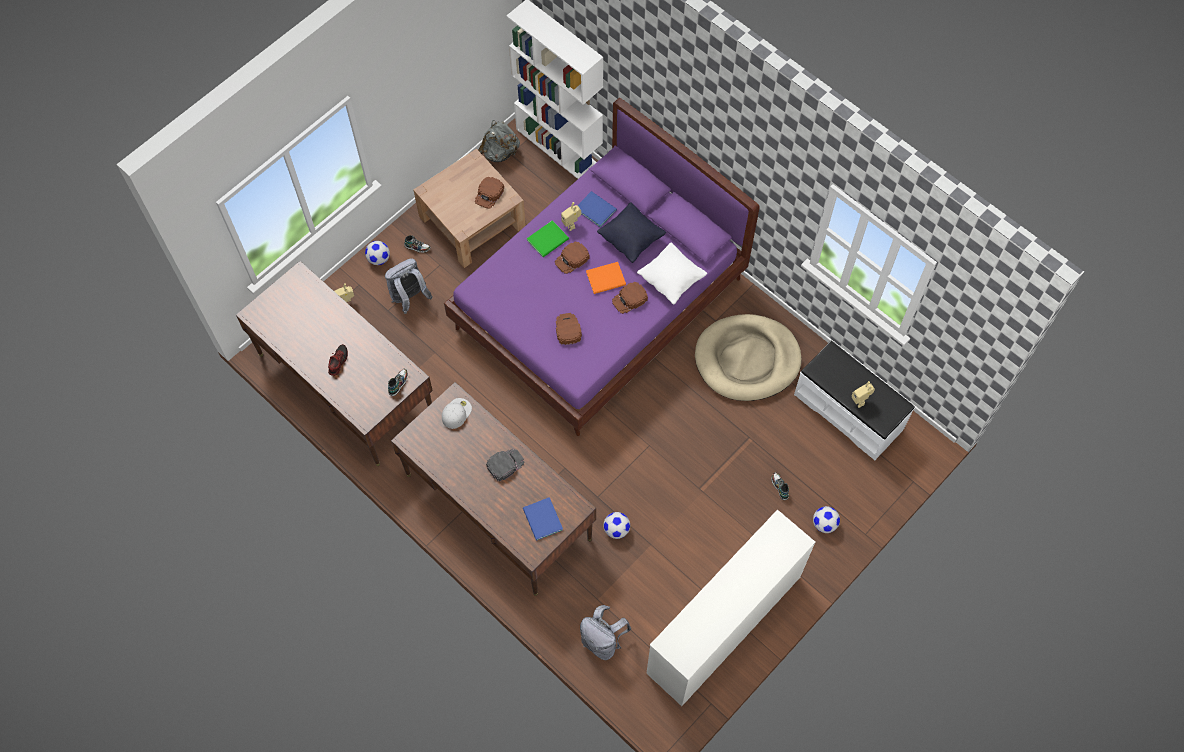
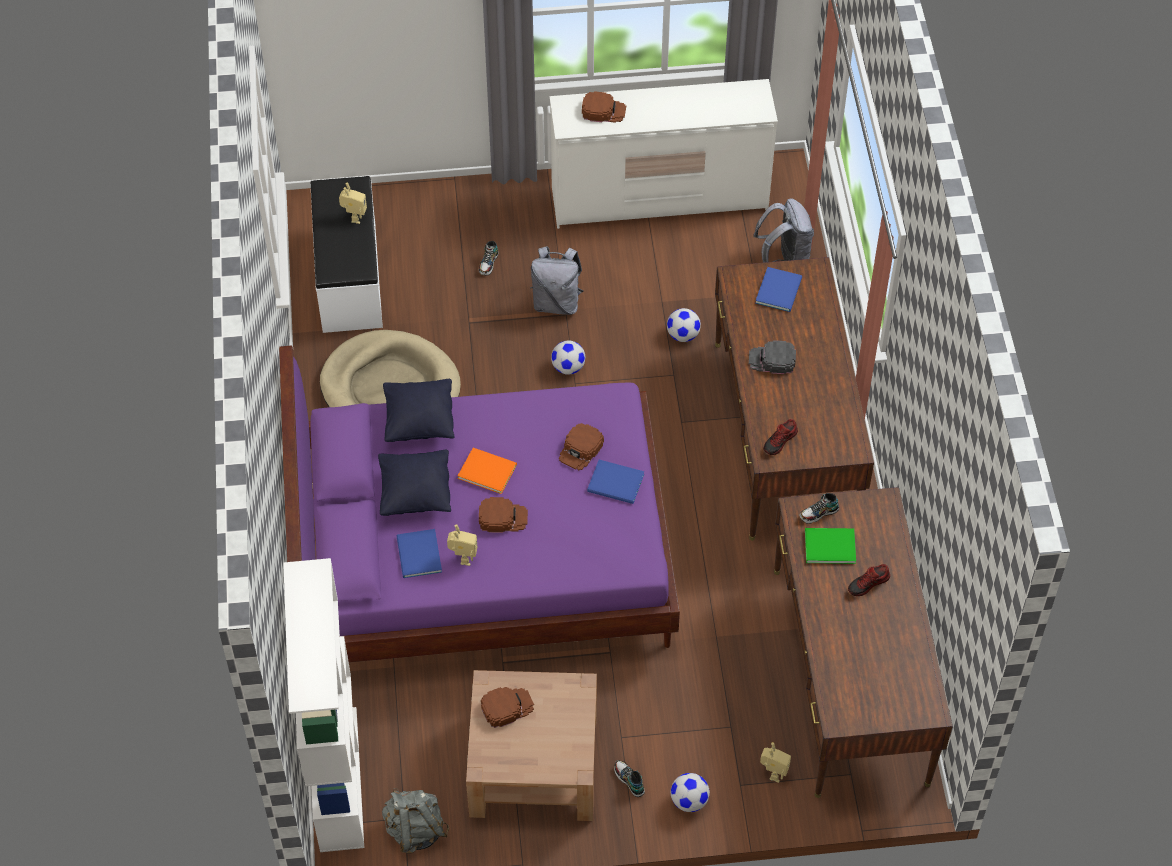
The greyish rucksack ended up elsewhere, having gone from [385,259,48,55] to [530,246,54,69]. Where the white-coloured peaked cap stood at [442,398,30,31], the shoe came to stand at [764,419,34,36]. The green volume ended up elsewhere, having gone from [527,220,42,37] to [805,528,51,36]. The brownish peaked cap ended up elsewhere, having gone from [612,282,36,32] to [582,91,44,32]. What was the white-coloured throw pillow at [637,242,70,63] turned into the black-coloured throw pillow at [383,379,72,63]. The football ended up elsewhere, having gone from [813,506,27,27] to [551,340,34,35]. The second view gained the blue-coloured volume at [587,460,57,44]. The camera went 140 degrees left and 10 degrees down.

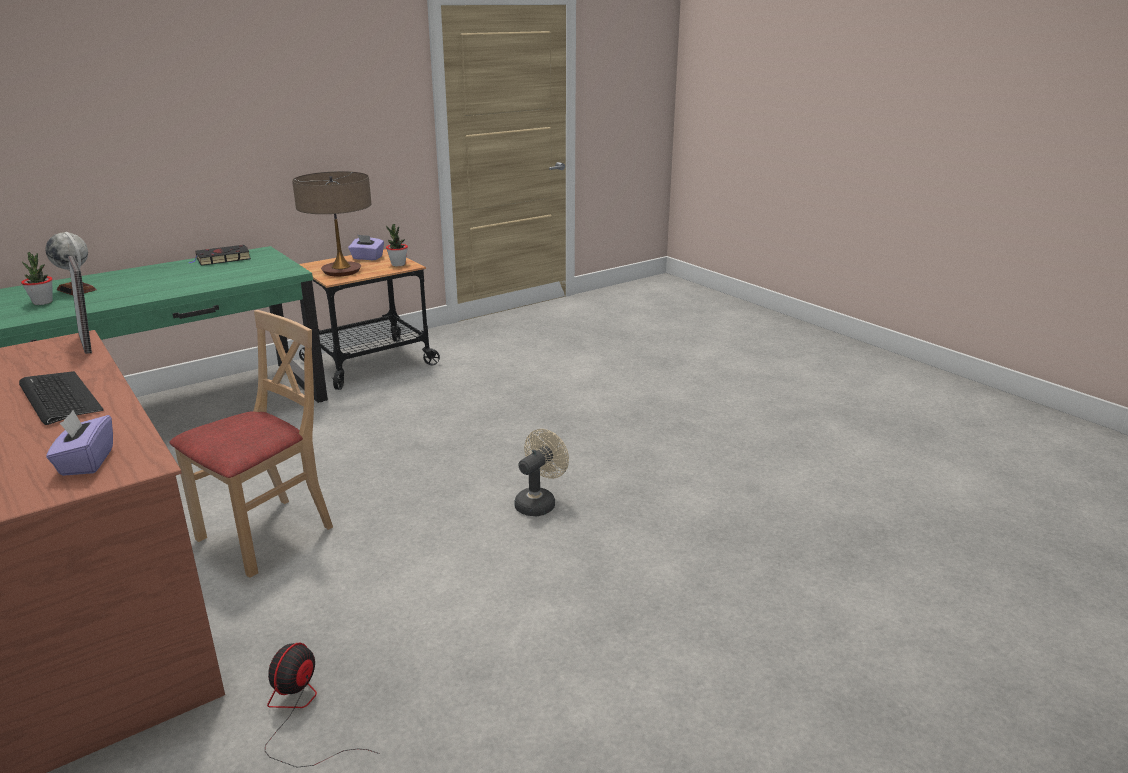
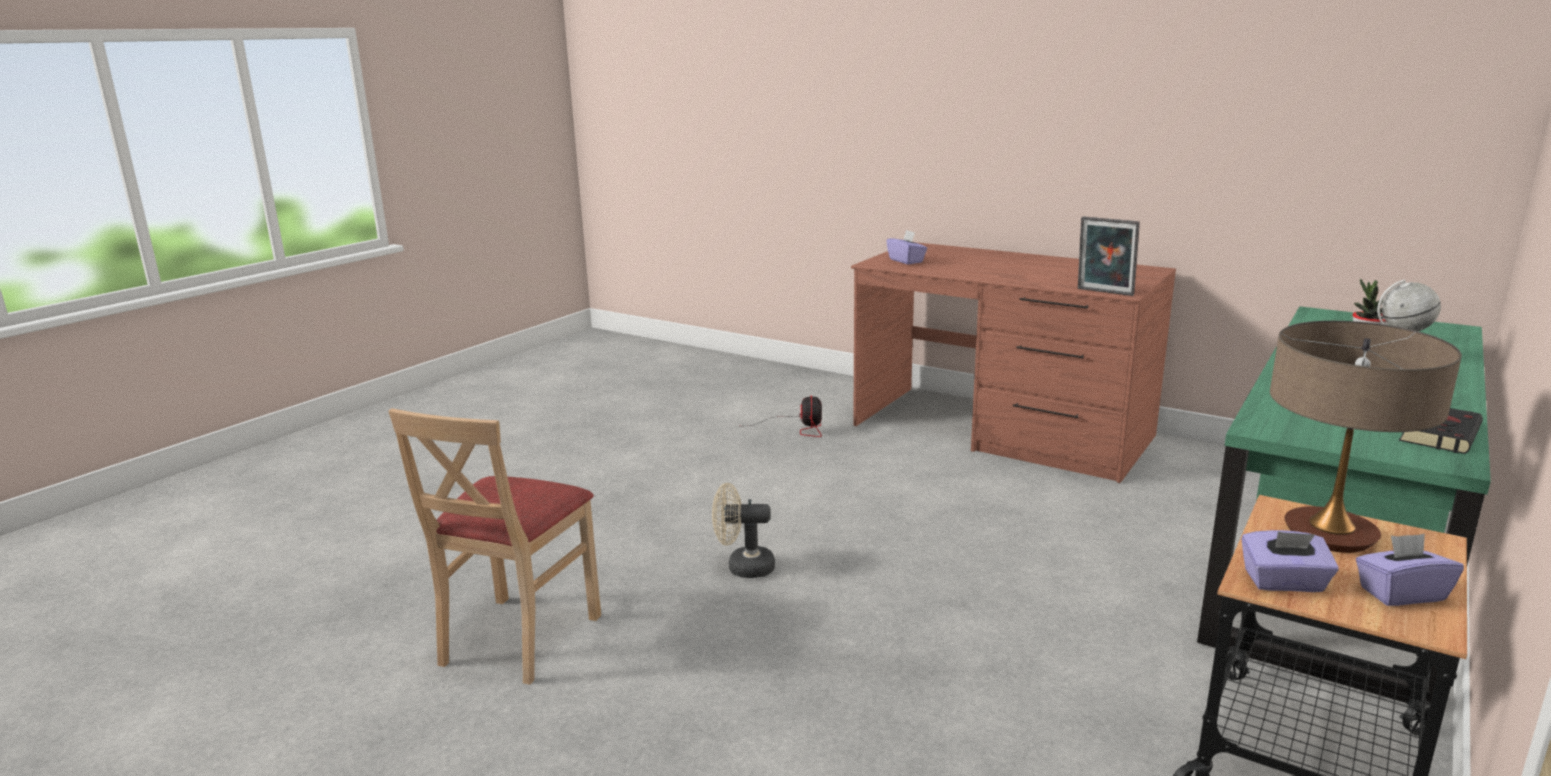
The second view lost the keyboard at [19,371,85,54]. The beige plain chair ended up elsewhere, having gone from [169,310,164,268] to [388,408,213,277]. Where the potted plant stood at [386,224,22,43], the purple-coloured tissue box came to stand at [1242,530,97,62]. The beige fan at [514,429,55,87] ended up facing another way, 75 degrees clockwise from before. The camera went 160 degrees right and 5 degrees down.

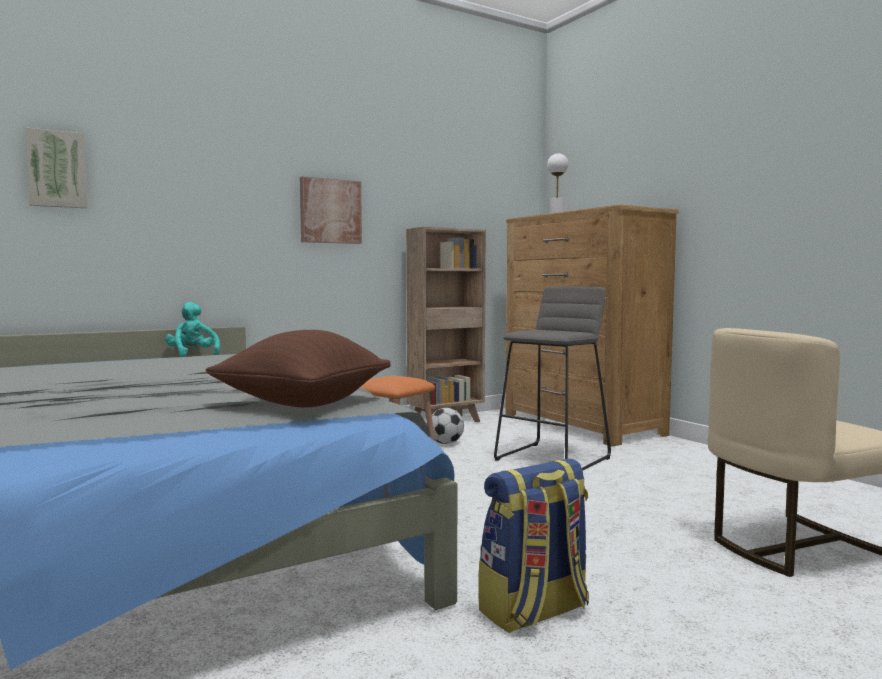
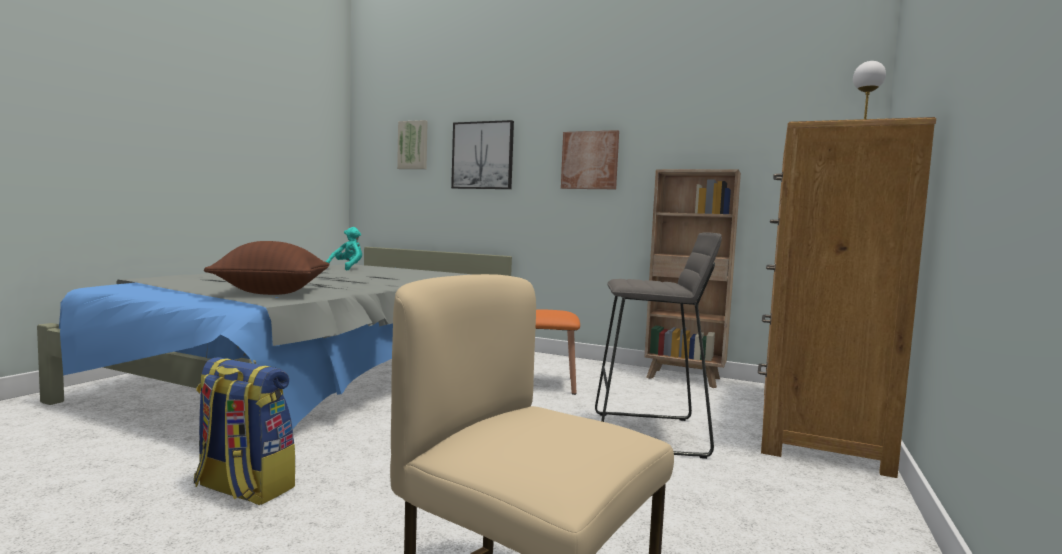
The turquoise soft toy ended up elsewhere, having gone from [165,302,55,55] to [326,227,36,43]. The second view lost the football at [432,408,32,36]. The second view gained the picture at [451,120,63,69]. The camera went 55 degrees right and 0 degrees up.

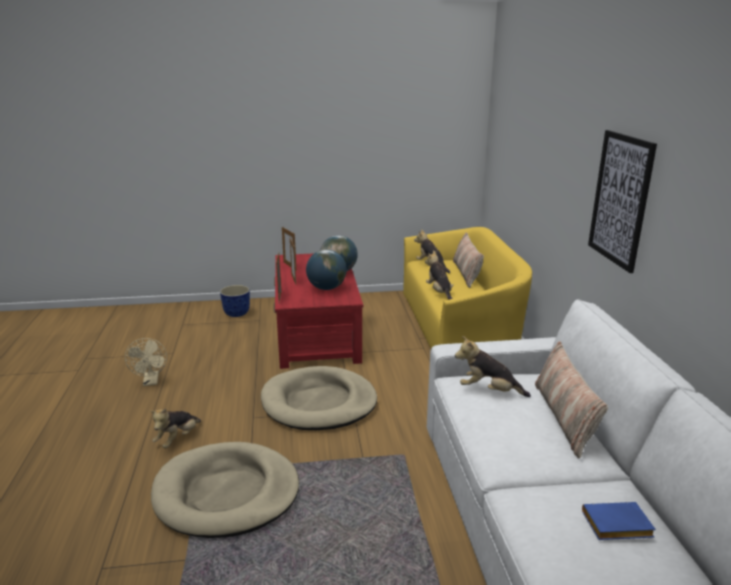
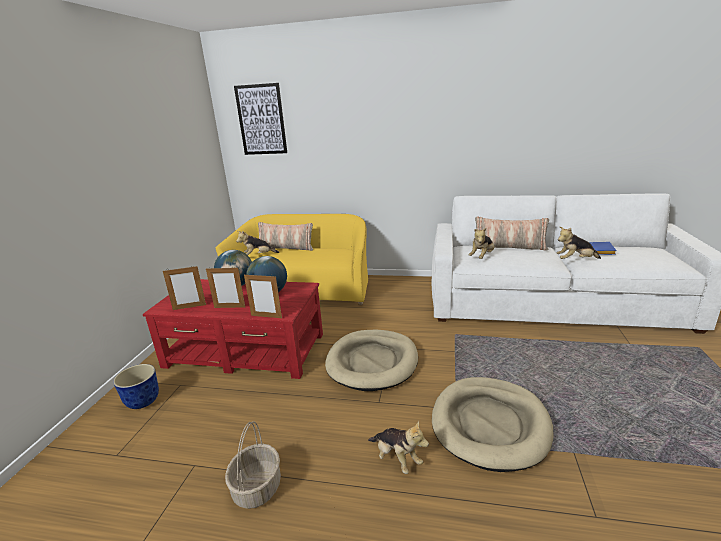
Where the beige fan stood at [125,338,42,48], the basket came to stand at [225,421,56,88]. The soft toy ended up elsewhere, having gone from [425,250,29,49] to [556,227,45,32]. The picture ended up elsewhere, having gone from [588,130,69,143] to [234,83,53,72]. The camera went 70 degrees left and 0 degrees up.

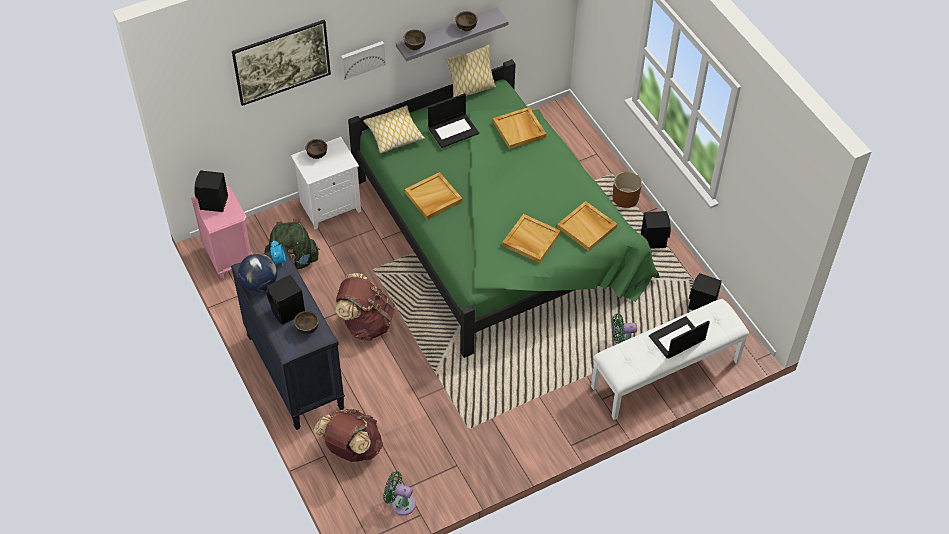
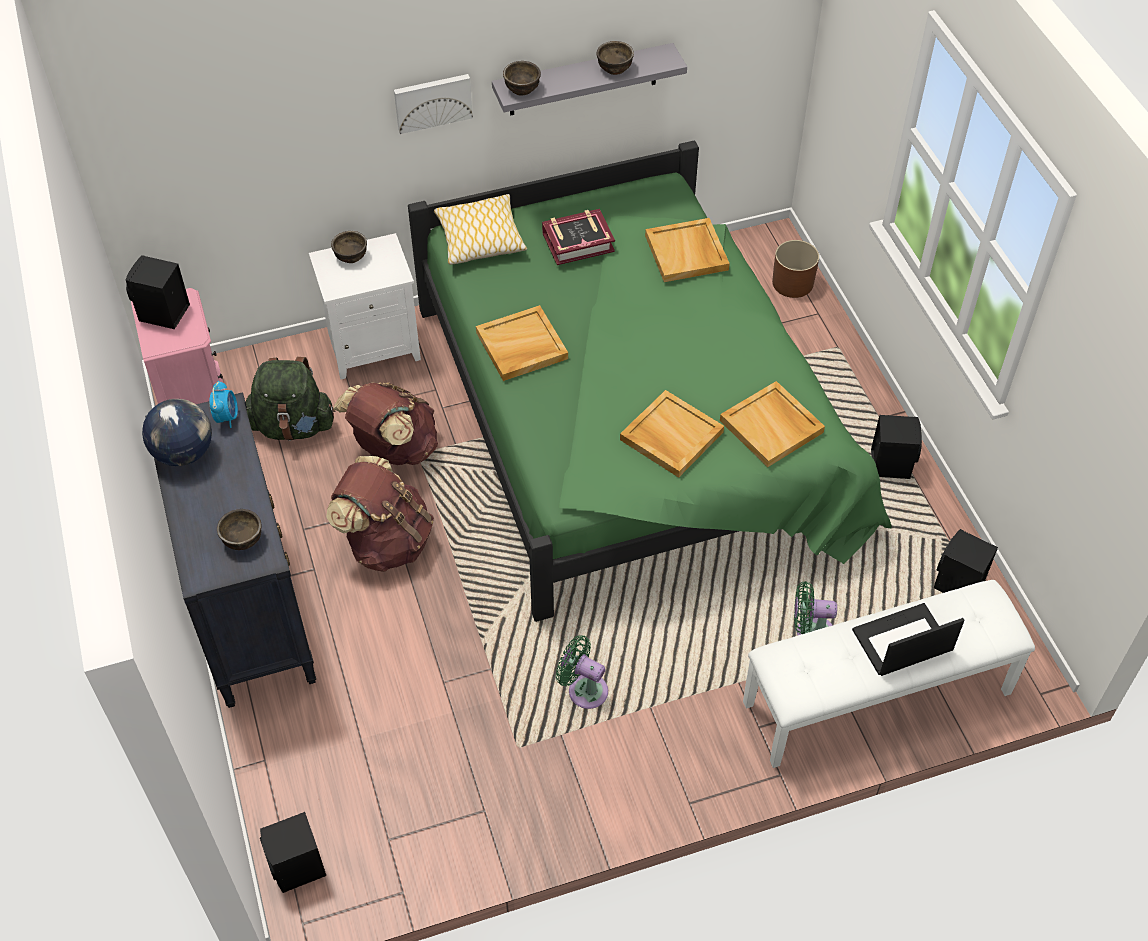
The second view lost the picture at [232,20,99,86]. The black-coloured loudspeaker ended up elsewhere, having gone from [267,275,38,50] to [260,812,66,81]. The brownish rucksack ended up elsewhere, having gone from [314,409,69,53] to [333,382,105,83]. The green fan ended up elsewhere, having gone from [383,471,33,44] to [556,635,52,74]. Where the portable computer stood at [428,93,51,55], the volume came to stand at [542,209,73,56]. The second view lost the throw pillow at [446,44,50,53]. The brownish flower pot ended up elsewhere, having gone from [613,172,29,36] to [772,240,47,58]. The camera went 10 degrees right and 0 degrees up.

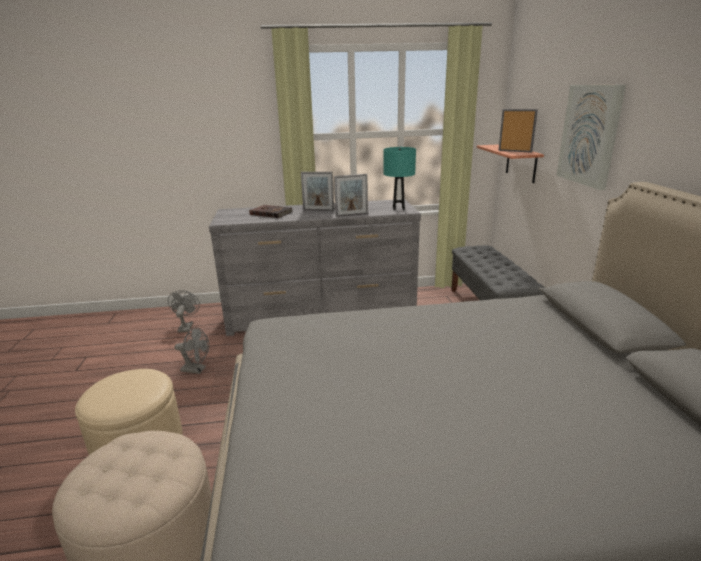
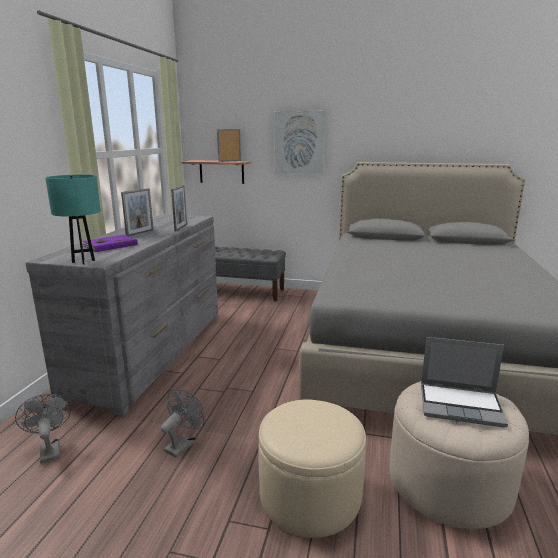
The greyish fan at [168,290,32,42] ended up facing another way, 45 degrees clockwise from before. What was the brownish volume at [249,205,44,13] turned into the purple-coloured volume at [82,235,56,17]. The turquoise table lamp ended up elsewhere, having gone from [384,147,32,63] to [45,175,56,89]. The second view gained the portable computer at [421,337,87,91]. The camera went 70 degrees left and 5 degrees down.

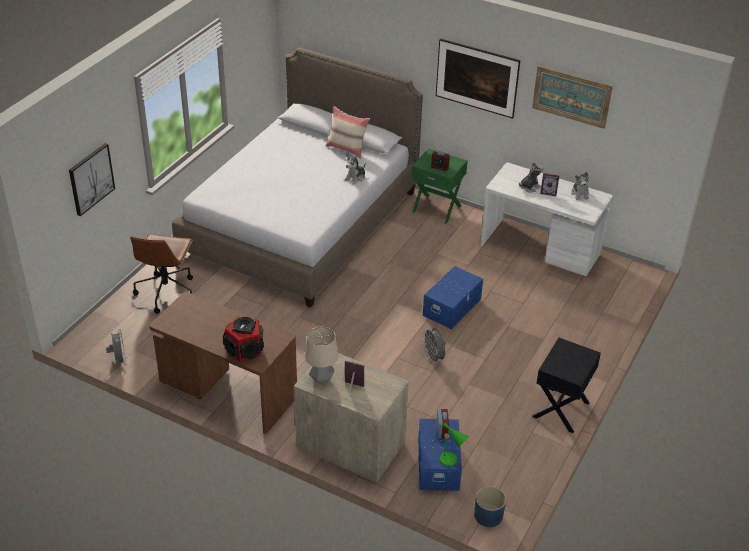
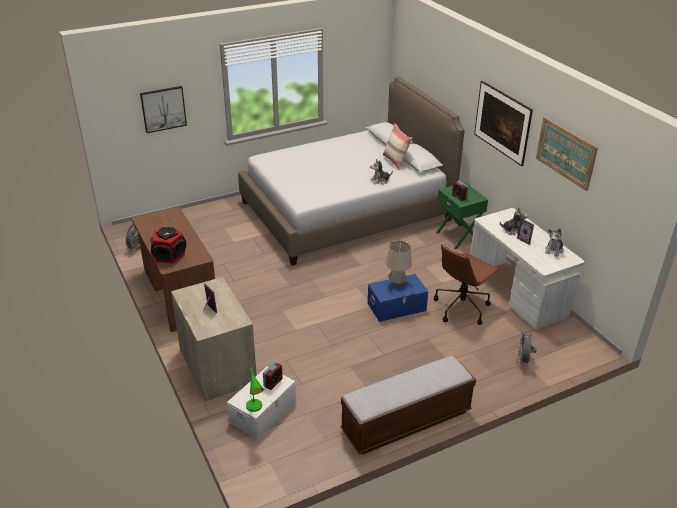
The brownish office chair ended up elsewhere, having gone from [130,234,63,80] to [434,244,67,81]. The table lamp ended up elsewhere, having gone from [305,327,33,57] to [386,241,26,46]. What was the blue-coloured storage box at [418,419,44,72] turned into the white-coloured storage box at [227,367,69,73]. The greyish fan ended up elsewhere, having gone from [422,328,24,35] to [518,331,19,34]. The second view lost the blue-coloured flower pot at [474,486,32,41]. Where the black-coloured night table stood at [532,338,69,95], the indoor bench came to stand at [340,356,136,99]. The camera went 35 degrees right and 5 degrees down.

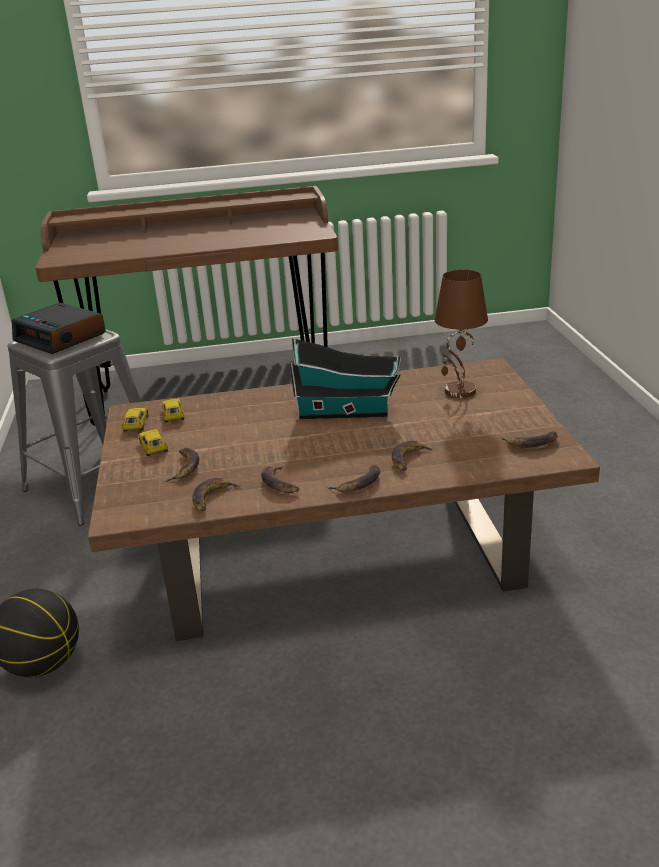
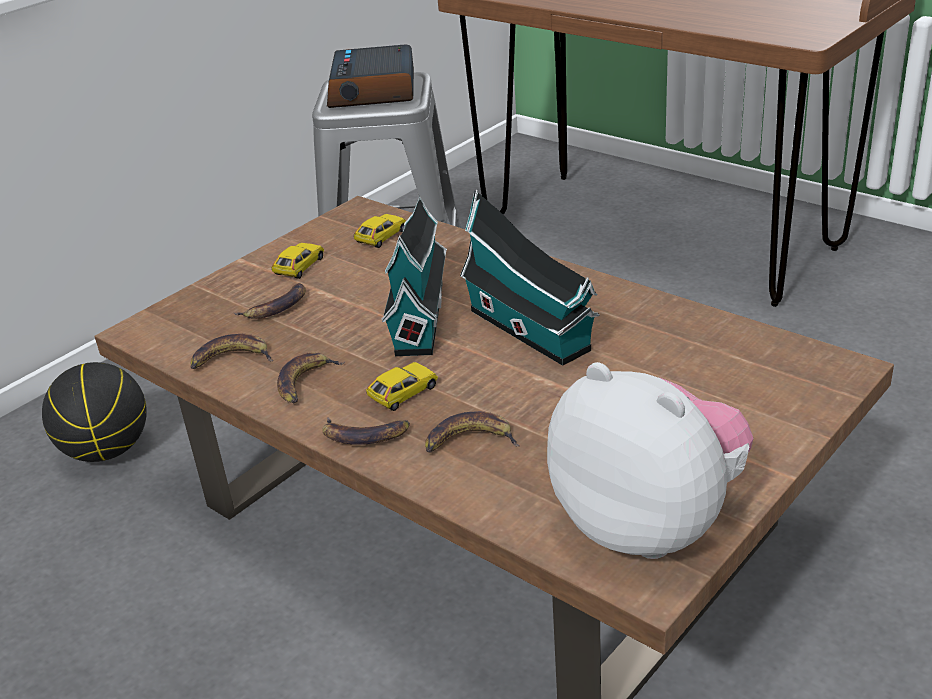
The miniature car ended up elsewhere, having gone from [122,408,26,24] to [366,362,72,49]. The second view lost the brownish table lamp at [435,270,53,128]. Where the banana stood at [501,431,57,16], the soft toy came to stand at [547,362,207,197]. The second view gained the model house at [382,196,65,160]. The camera went 50 degrees right and 5 degrees up.

